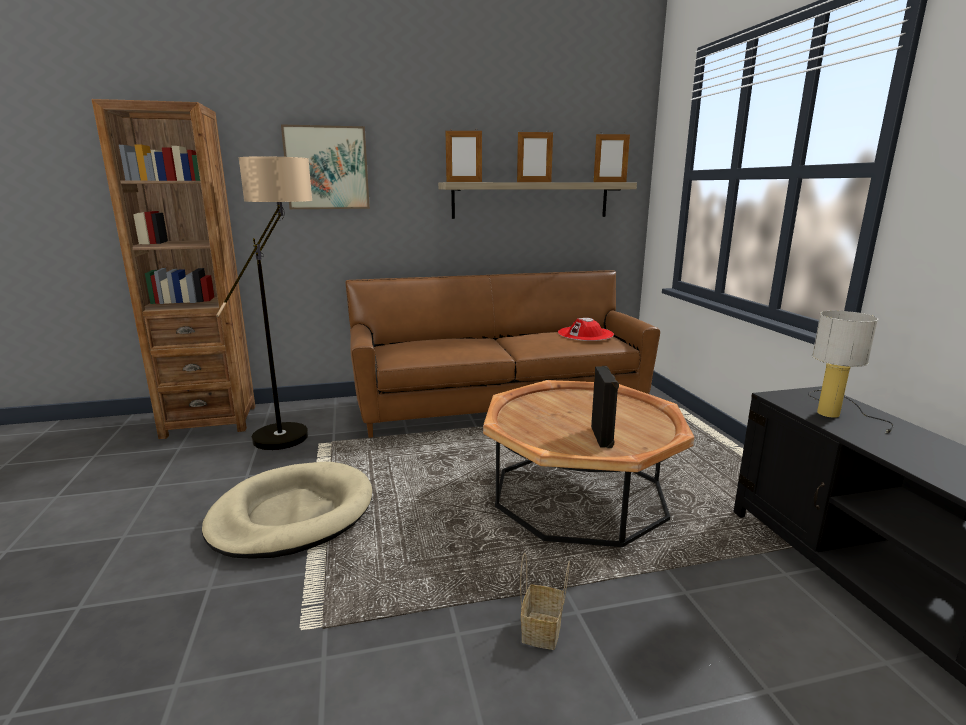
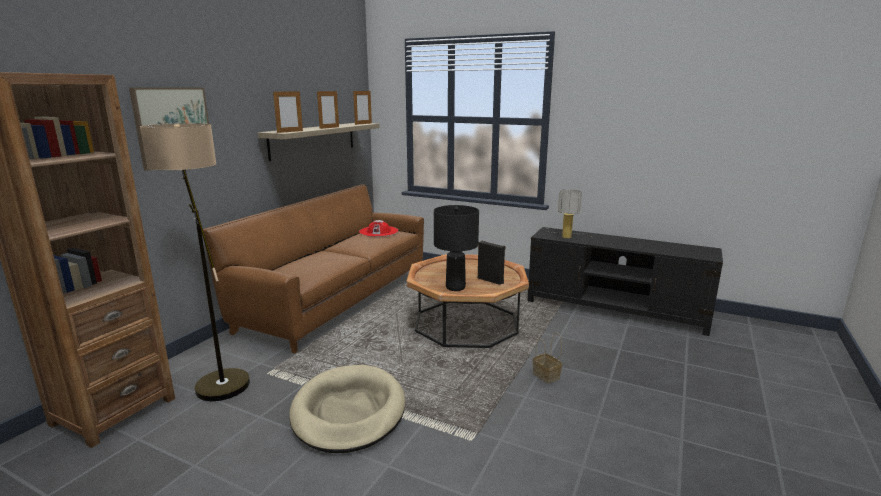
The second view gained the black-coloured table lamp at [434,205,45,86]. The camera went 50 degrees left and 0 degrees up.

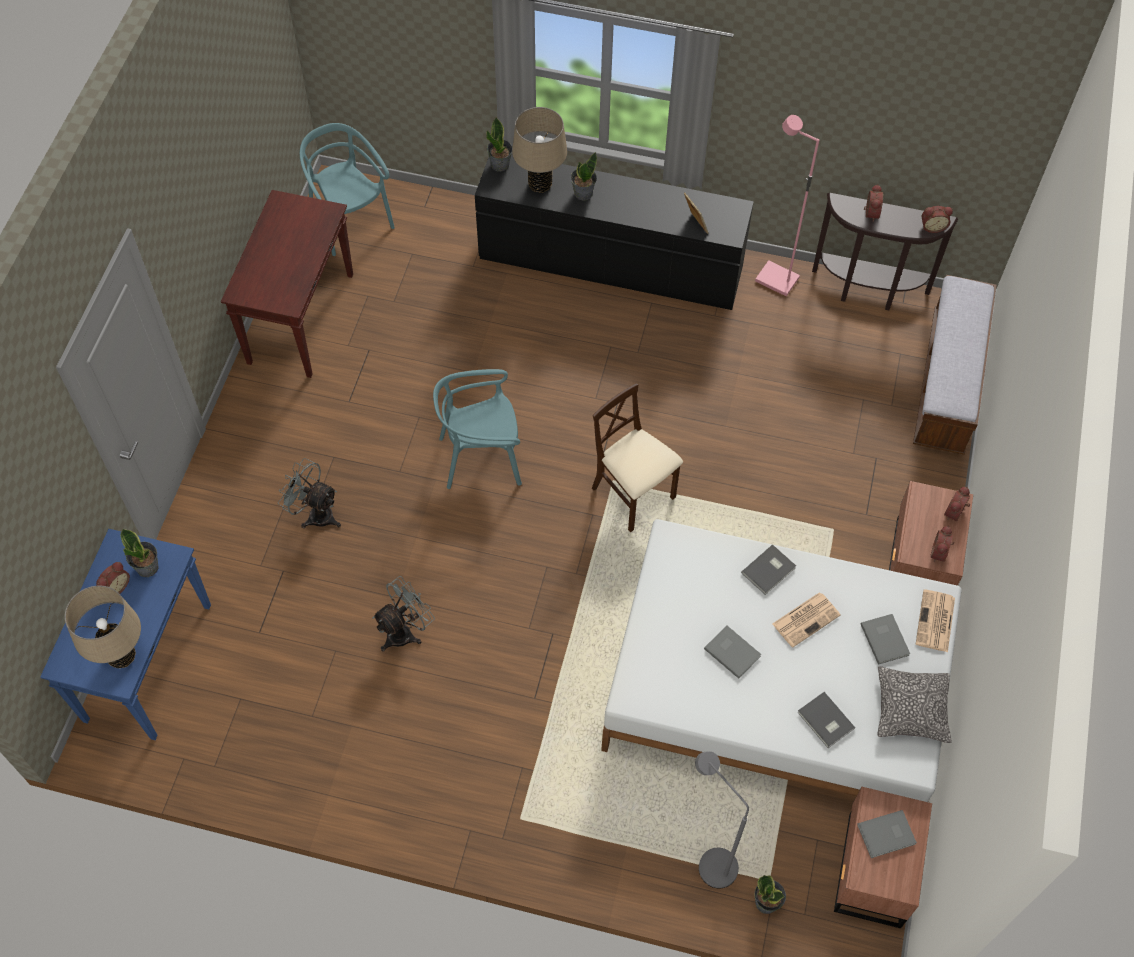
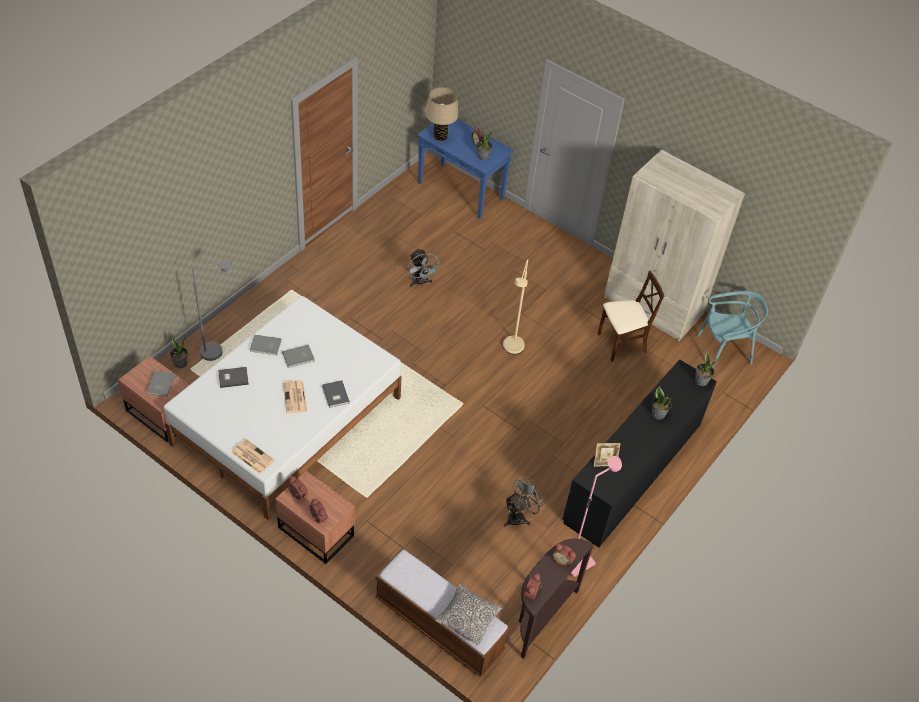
Where the brownish console table stood at [221,190,132,188], the beige clothes cupboard came to stand at [604,150,141,191]. The greyish fan ended up elsewhere, having gone from [278,458,63,70] to [504,476,41,51]. Where the turquoise plain chair stood at [433,369,89,120], the beige standing lamp came to stand at [503,259,25,95]. The second view lost the beige table lamp at [512,107,55,86]. The beige plain chair ended up elsewhere, having gone from [592,383,91,149] to [598,271,66,91]. The greyish volume ended up elsewhere, having gone from [861,614,49,51] to [250,335,32,20]. The throw pillow ended up elsewhere, having gone from [878,666,73,77] to [435,584,68,61]. The camera went 110 degrees right and 10 degrees down.

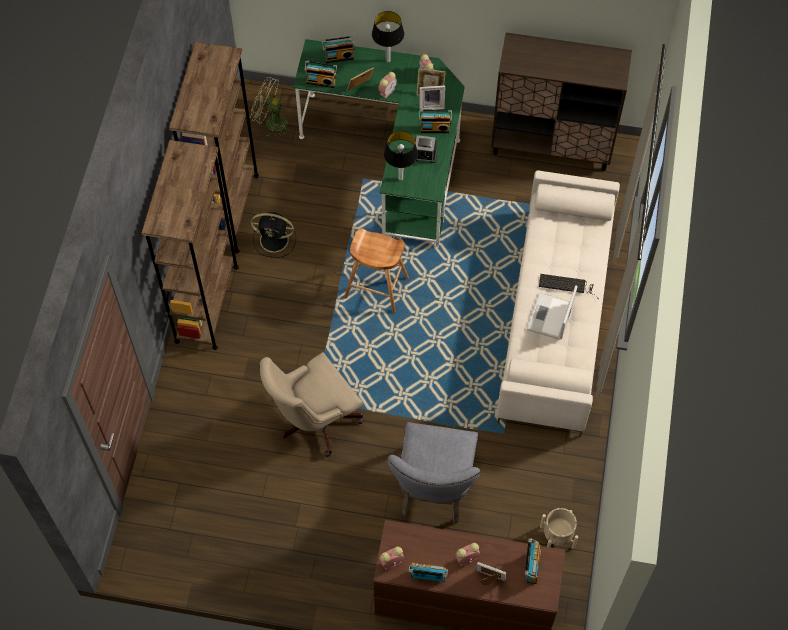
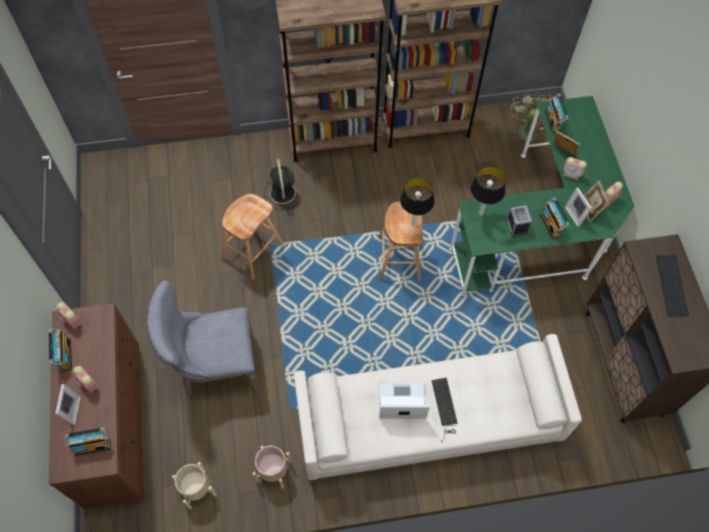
The black-coloured fan ended up elsewhere, having gone from [251,212,45,46] to [264,159,39,51]. Where the beige office chair stood at [260,352,103,105], the brownish sitting stool came to stand at [221,194,63,85]. The second view lost the radio set at [322,36,33,27]. The table lamp ended up elsewhere, having gone from [372,11,32,51] to [400,178,35,48]. The second view gained the beige flower pot at [252,445,39,44]. The second view gained the keyboard at [656,255,33,61]. The camera went 70 degrees right and 0 degrees up.

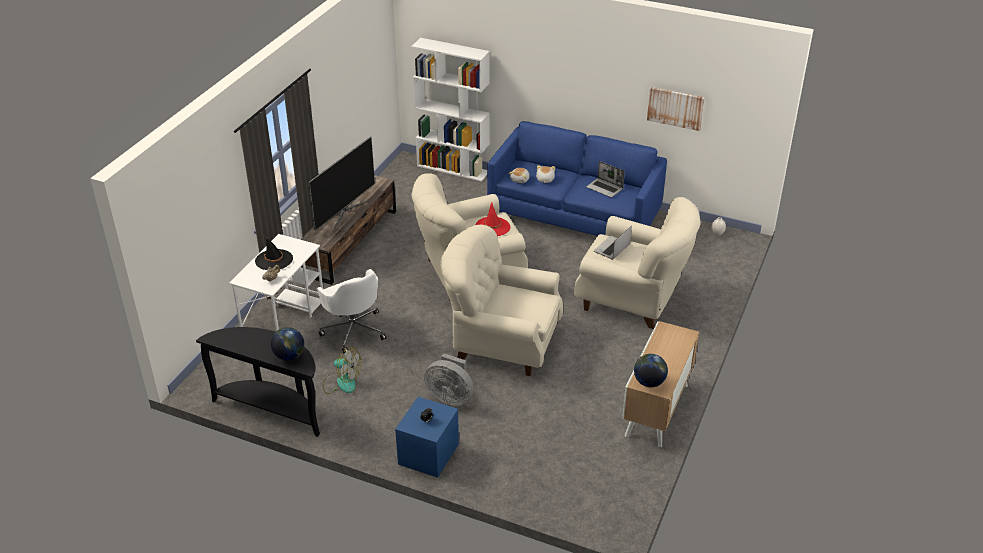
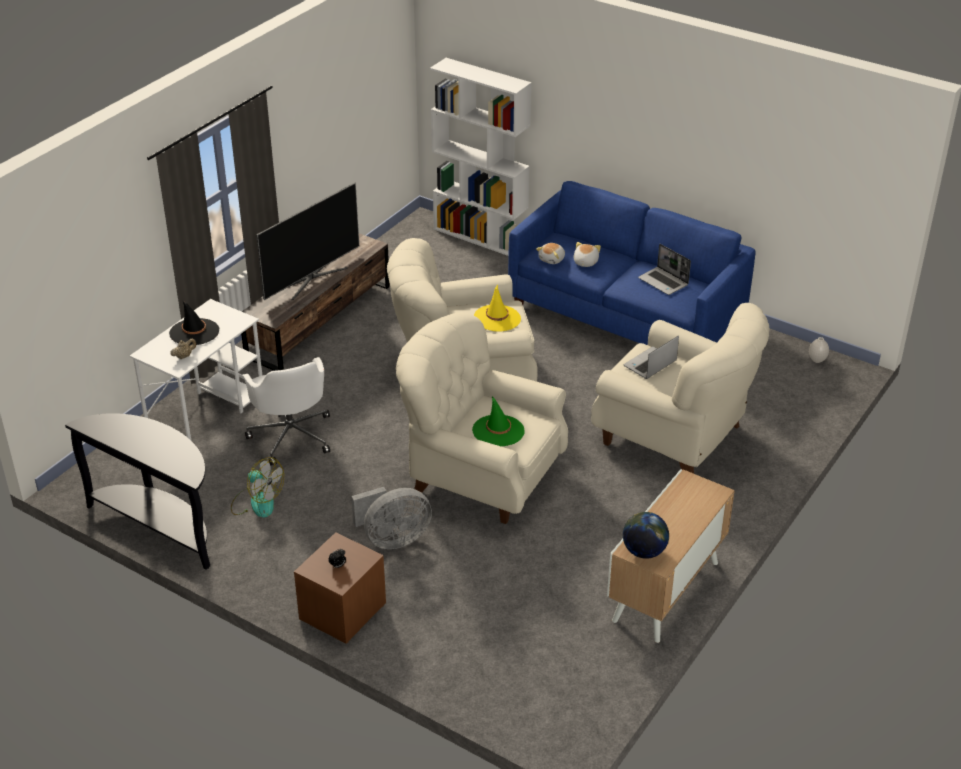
The second view lost the desk globe at [271,327,33,33]. What was the blue-coloured night table at [395,397,64,81] turned into the brownish night table at [294,532,92,111]. The greyish fan at [424,353,50,53] ended up facing another way, 60 degrees counterclockwise from before. What was the red hat at [476,203,34,33] turned into the yellow-coloured hat at [474,284,47,48]. The second view lost the picture at [647,87,58,44]. The second view gained the green hat at [472,396,53,50]. The camera went 10 degrees right and 0 degrees up.

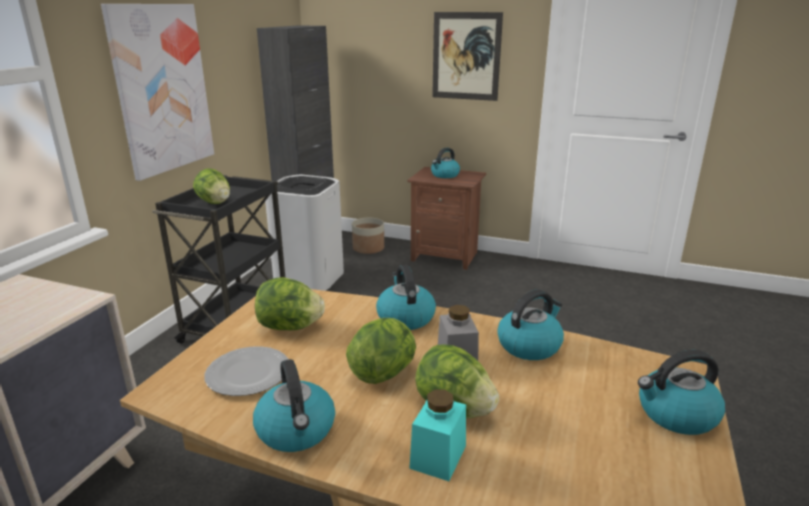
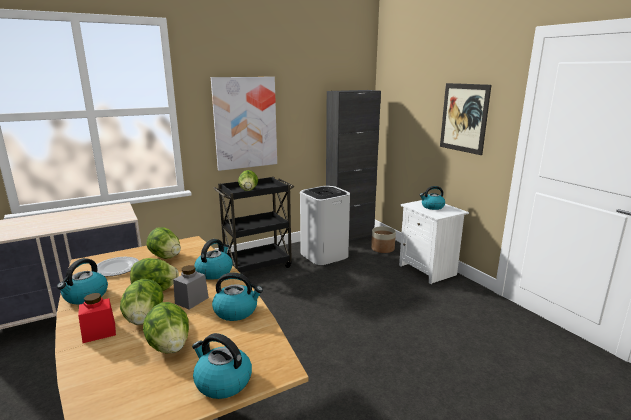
What was the brownish night table at [407,167,79,103] turned into the white-coloured night table at [399,200,70,84]. What was the turquoise jar at [409,390,57,91] turned into the red jar at [78,293,38,50]. The second view gained the lettuce head at [143,302,46,52]. The camera went 40 degrees right and 5 degrees down.

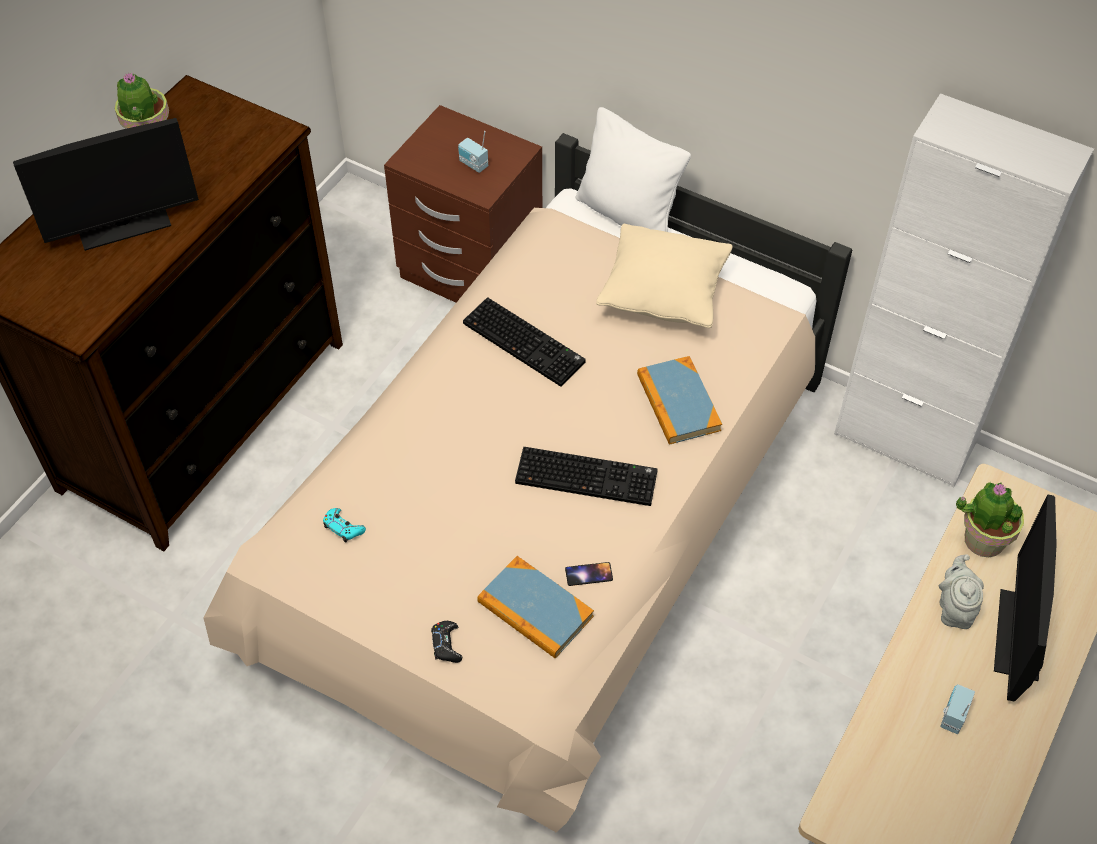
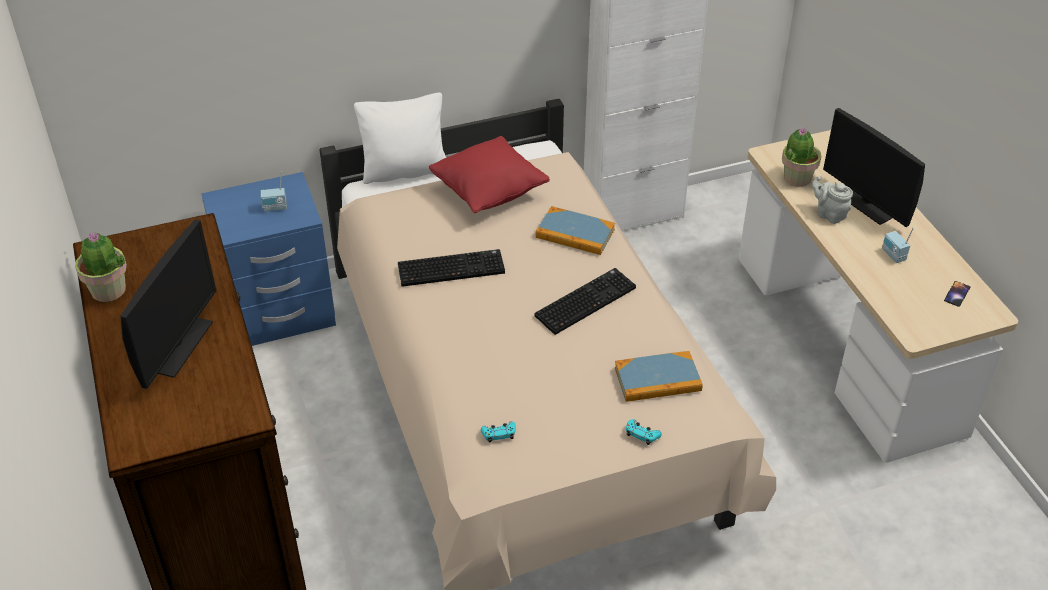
What was the brownish night table at [384,105,158,197] turned into the blue-coloured night table at [201,172,135,174]. What was the black-coloured game controller at [431,621,31,42] turned into the turquoise game controller at [626,419,36,26]. The handset ended up elsewhere, having gone from [565,562,48,24] to [944,281,26,26]. What was the beige throw pillow at [596,224,137,104] turned into the red throw pillow at [429,136,121,77]. The camera went 50 degrees left and 10 degrees down.

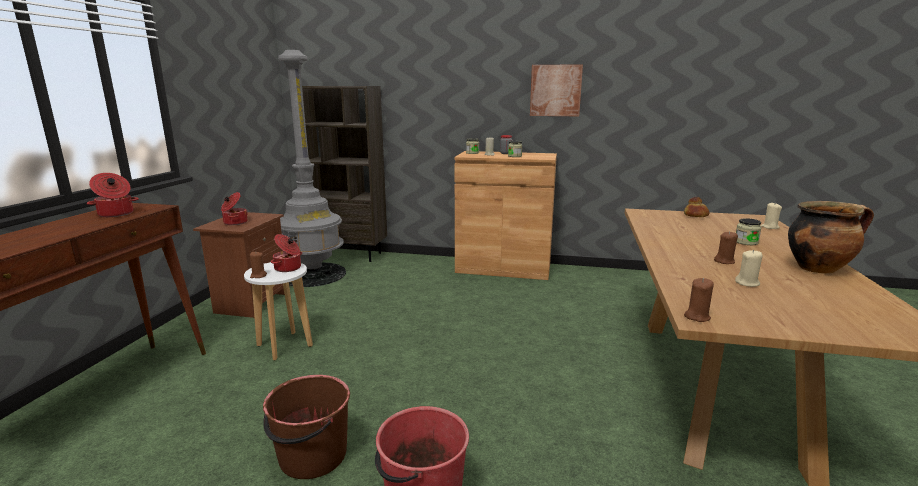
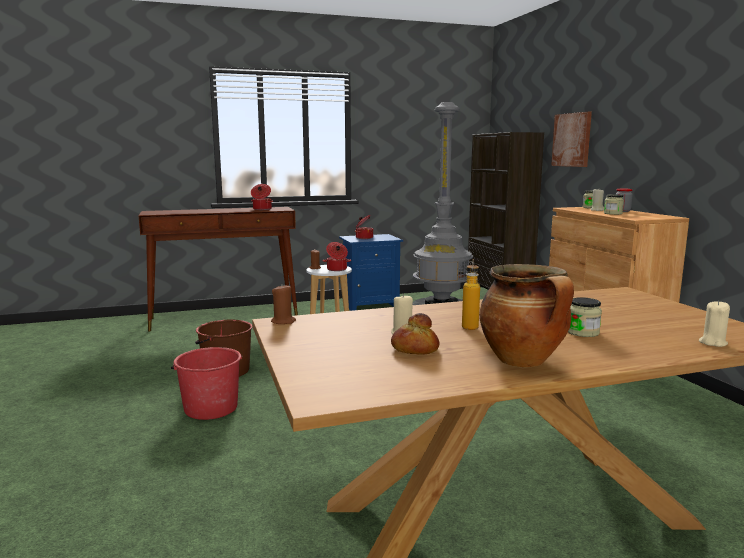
What was the brownish night table at [193,212,92,107] turned into the blue-coloured night table at [339,234,64,77]. The picture ended up elsewhere, having gone from [530,64,53,52] to [551,112,41,55]. The bread ended up elsewhere, having gone from [684,197,26,20] to [391,313,48,42]. Where the brownish wax candle stood at [714,231,24,33], the drink bottle came to stand at [462,259,18,71]. The camera went 60 degrees right and 5 degrees down.

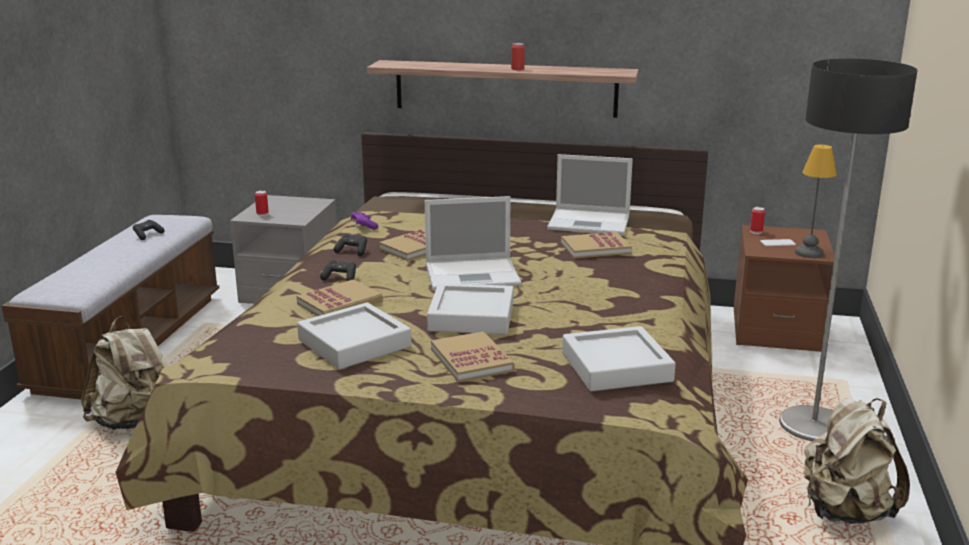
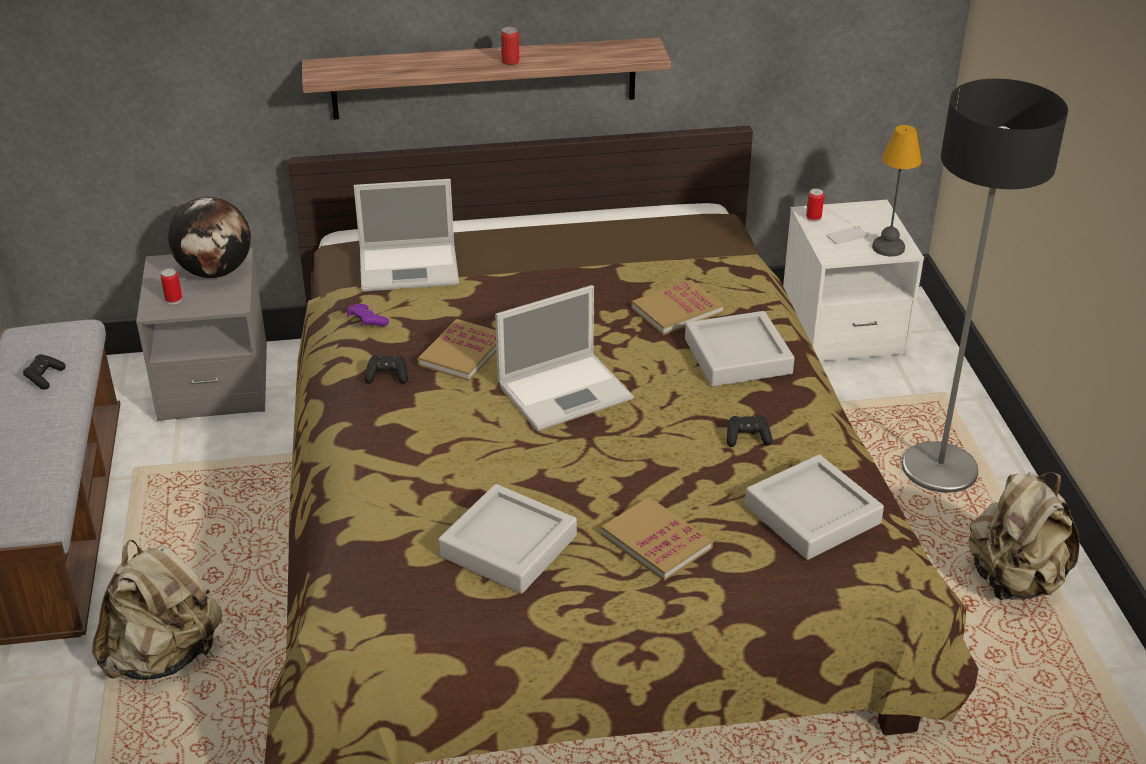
The second view lost the volume at [297,279,86,37]. The black-coloured game controller ended up elsewhere, having gone from [320,260,36,21] to [726,415,46,32]. The greyish serving tray ended up elsewhere, having gone from [427,283,87,51] to [685,311,109,76]. The portable computer ended up elsewhere, having gone from [547,154,86,81] to [354,179,105,113]. What was the brownish night table at [734,225,101,127] turned into the white-coloured night table at [783,200,141,161]. The second view gained the desk globe at [168,197,83,81]. The camera went 20 degrees left and 15 degrees up.

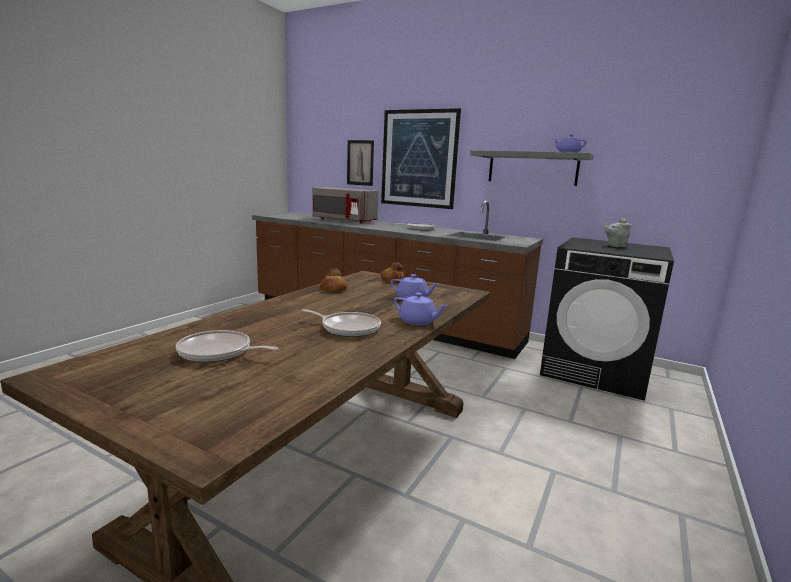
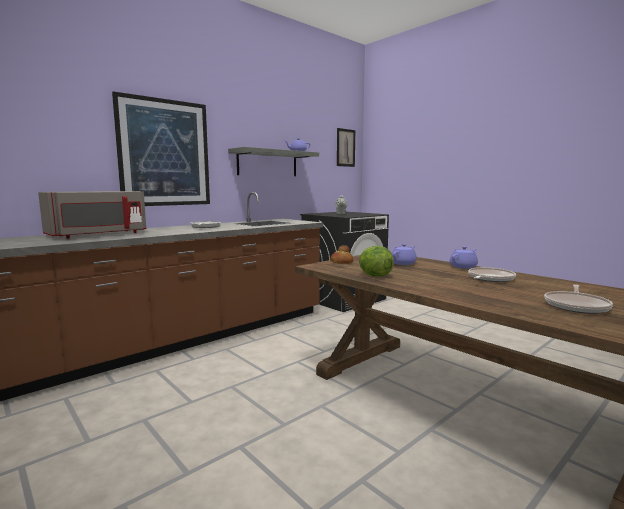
Where the bread stood at [320,268,27,23], the lettuce head came to stand at [359,246,35,31]. The picture ended up elsewhere, having gone from [347,140,27,46] to [337,128,18,39]. The camera went 70 degrees left and 5 degrees down.

